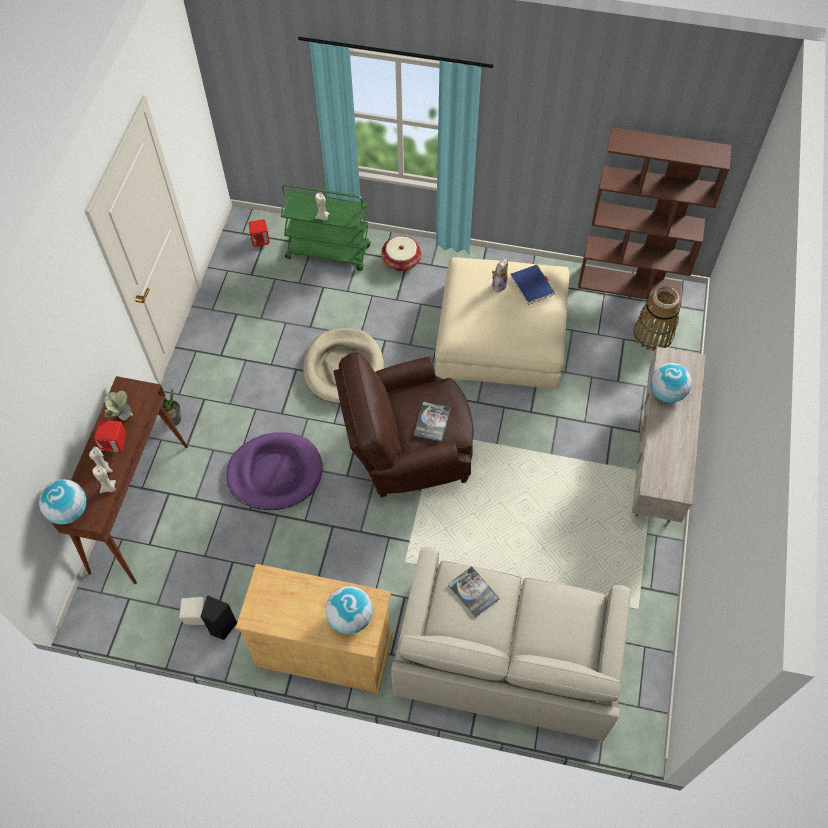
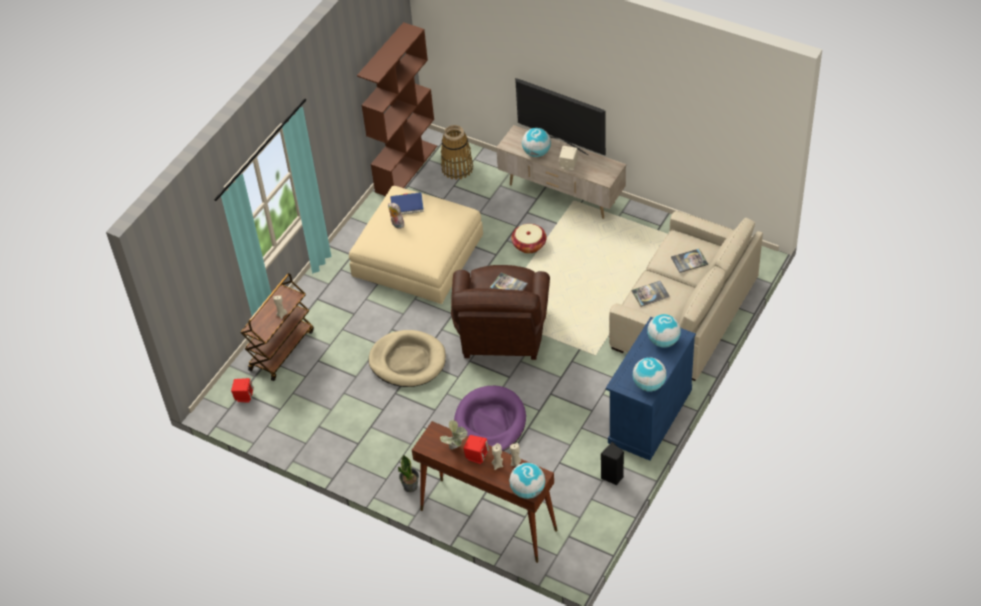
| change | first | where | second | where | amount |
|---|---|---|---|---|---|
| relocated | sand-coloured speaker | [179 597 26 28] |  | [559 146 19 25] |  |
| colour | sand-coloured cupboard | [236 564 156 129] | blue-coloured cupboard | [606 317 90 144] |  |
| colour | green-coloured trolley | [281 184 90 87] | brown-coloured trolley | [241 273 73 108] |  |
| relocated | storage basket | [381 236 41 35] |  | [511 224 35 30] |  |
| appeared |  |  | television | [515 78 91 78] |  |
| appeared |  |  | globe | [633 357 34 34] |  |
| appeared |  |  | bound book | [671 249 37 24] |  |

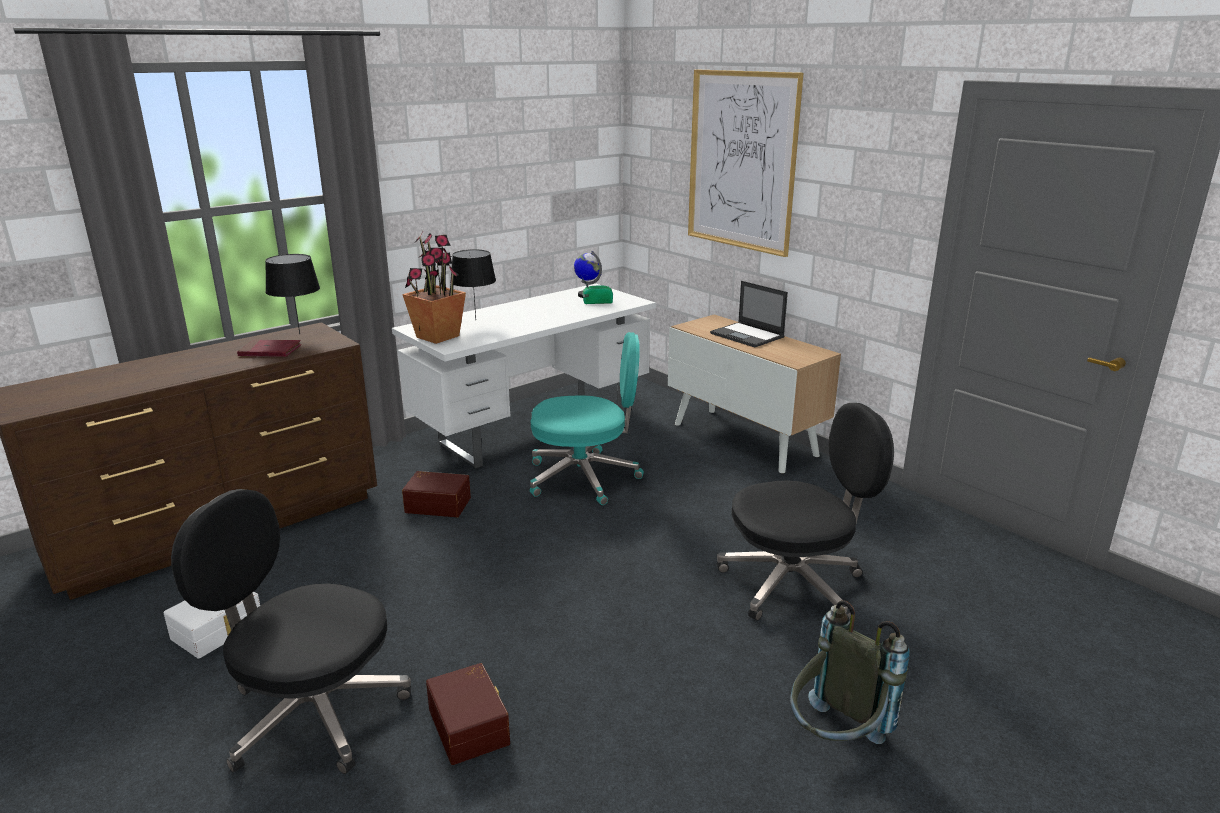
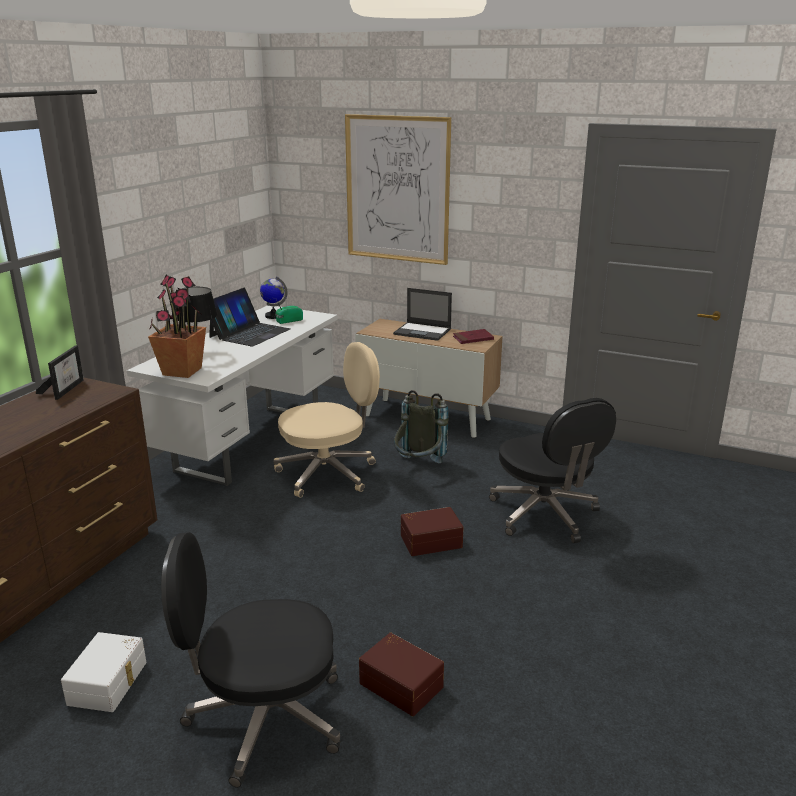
| change | first | where | second | where | amount |
|---|---|---|---|---|---|
| relocated | red bound book | [237 340 65 17] |  | [453 329 41 15] |  |
| exchanged | blackish lamp for a table | [265 254 55 80] | photo frame | [36 346 48 54] |  |
| relocated | brown-coloured storage box | [402 471 69 46] |  | [401 507 62 49] |  |
| colour | turquoise computer chair | [530 332 114 173] | sand-coloured computer chair | [273 342 107 156] |  |
| spun | blackish computer chair | [717 403 177 218] |  | [489 398 127 145] | 105 degrees clockwise |
| relocated | grey backpack | [790 600 120 144] |  | [394 390 55 73] |  |
| appeared |  |  | portable computer | [209 288 81 59] |  |

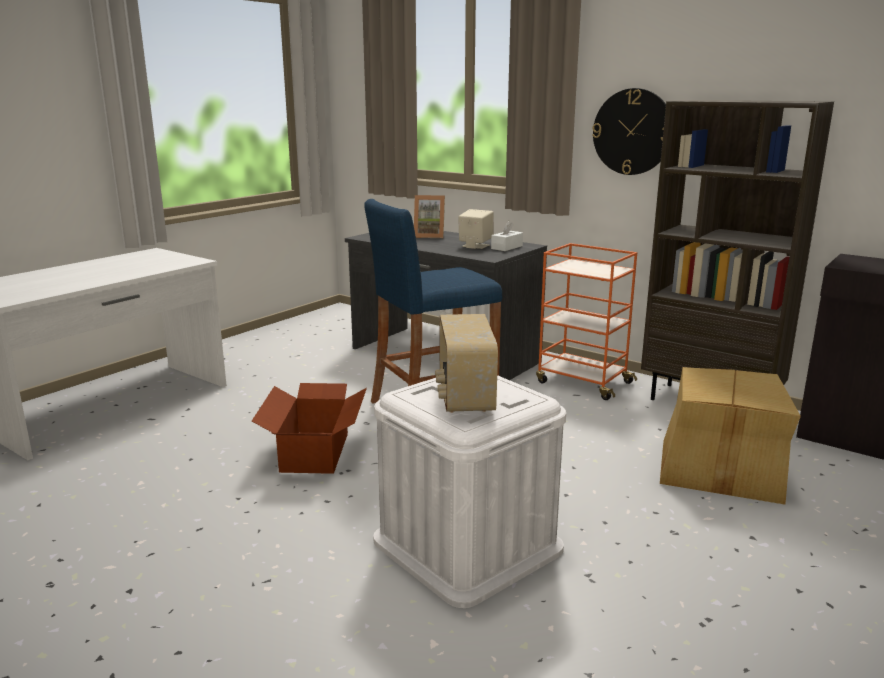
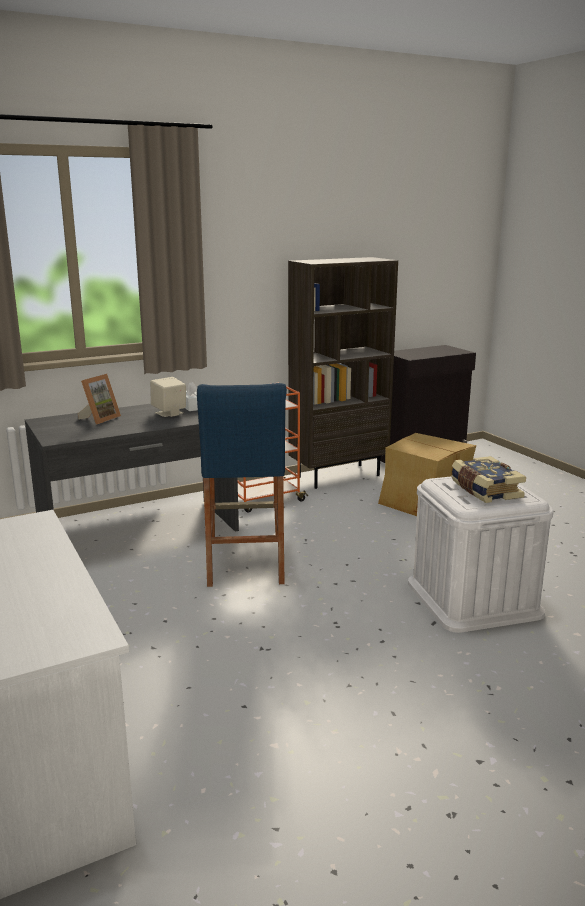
| change | first | where | second | where | amount |
|---|---|---|---|---|---|
| missing | cardboard box | [252 383 115 91] |  |  |  |
| exchanged | radio | [435 314 63 99] | bound book | [451 456 75 47] |  |
| missing | clock on the wall | [592 88 74 87] |  |  |  |

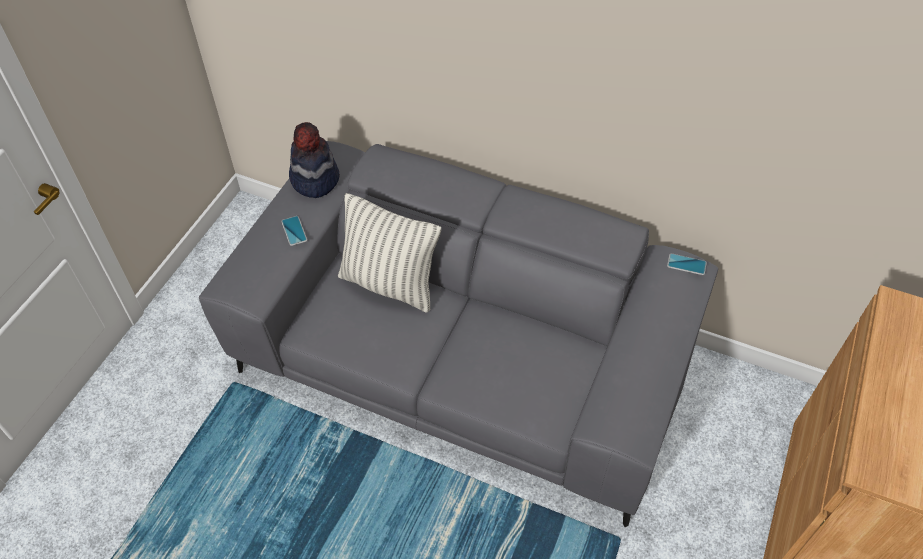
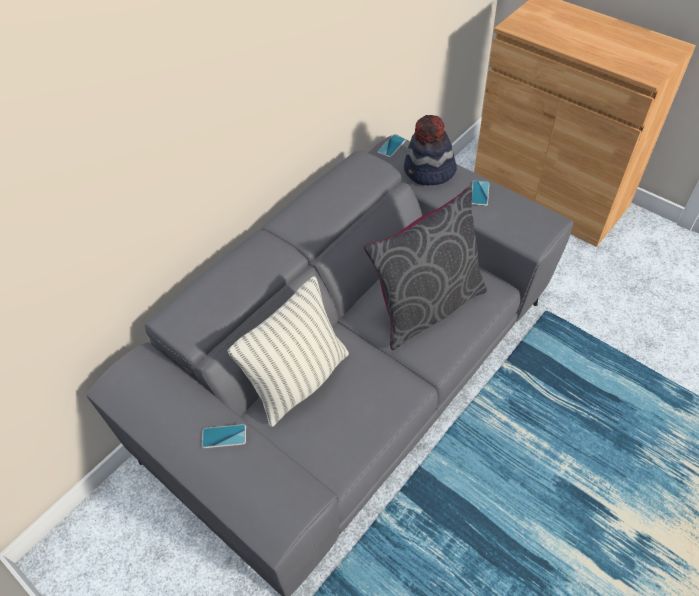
| change | first | where | second | where | amount |
|---|---|---|---|---|---|
| relocated | clothing hat | [289 122 51 76] |  | [404 115 53 70] |  |
| appeared |  |  | grey pillow | [363 187 124 163] |  |
| appeared |  |  | handset | [472 181 17 25] |  |

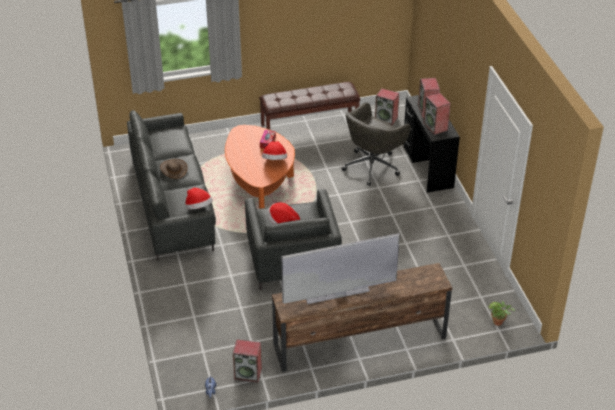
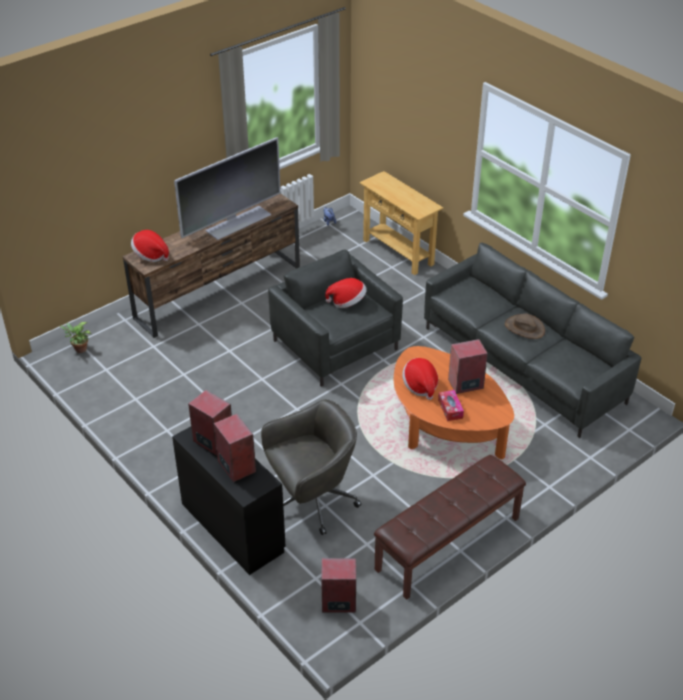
| change | first | where | second | where | amount |
|---|---|---|---|---|---|
| relocated | clothing hat | [185 188 28 21] |  | [131 230 38 32] |  |
| relocated | speaker | [233 340 29 42] |  | [448 339 40 55] |  |
| spun | grey computer chair | [342 102 69 84] |  | [261 399 100 136] | 45 degrees clockwise |
| appeared |  |  | sand-coloured narrow table | [359 171 84 104] |  |

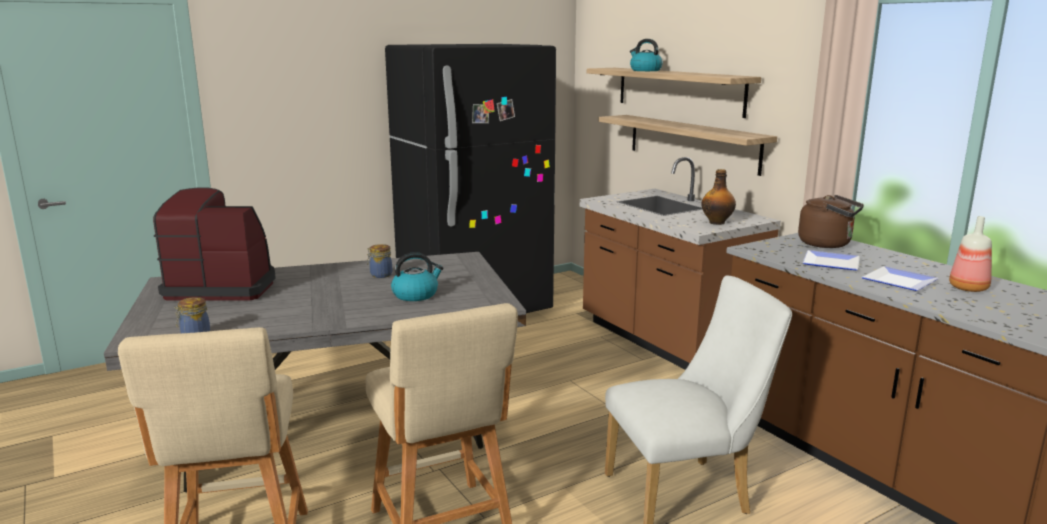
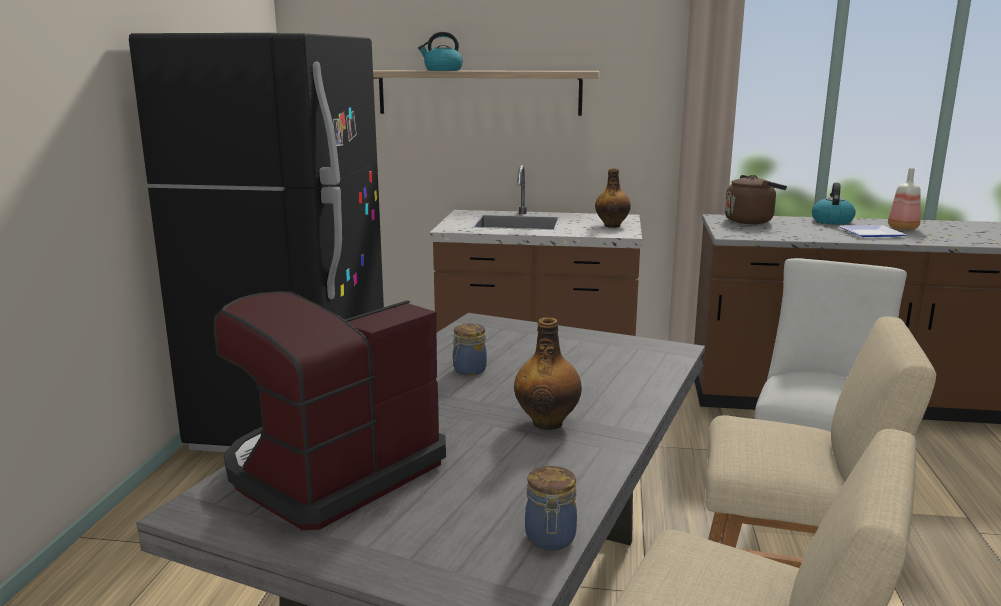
| change | first | where | second | where | amount |
|---|---|---|---|---|---|
| relocated | kettle | [391 252 52 49] |  | [812 183 44 42] |  |
| missing | wall shelf | [599 115 178 61] |  |  |  |
| missing | dinner plate | [803 250 57 20] |  |  |  |
| appeared |  |  | drink bottle | [514 317 68 113] |  |

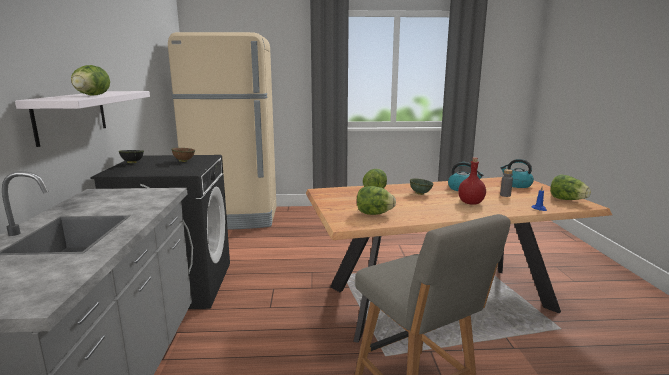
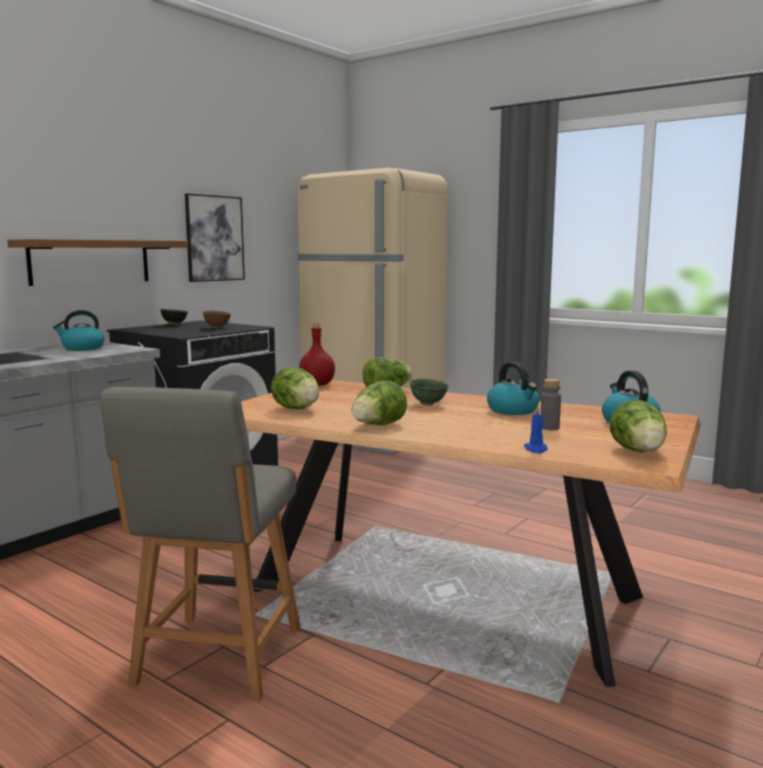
| change | first | where | second | where | amount |
|---|---|---|---|---|---|
| colour | white-coloured wall shelf | [15 91 135 56] | brown-coloured wall shelf | [7 239 181 47] |  |
| relocated | lettuce head | [71 65 39 31] |  | [352 381 55 44] |  |
| relocated | red drink bottle | [458 157 28 48] |  | [299 323 36 63] |  |
| appeared |  |  | kettle | [53 310 51 41] |  |
| appeared |  |  | wall art | [185 193 60 89] |  |

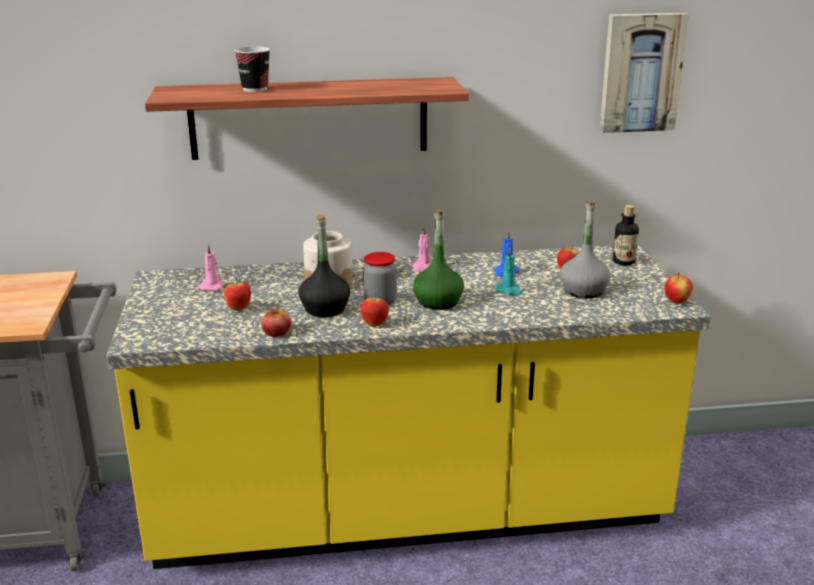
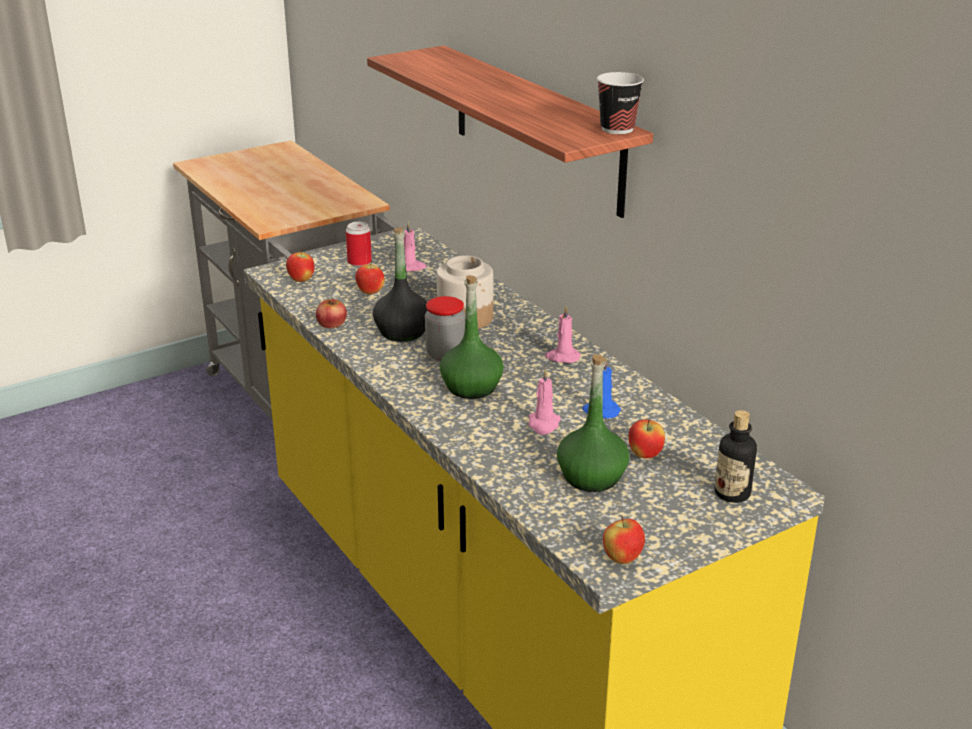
| change | first | where | second | where | amount |
|---|---|---|---|---|---|
| relocated | cup | [234 47 36 45] |  | [597 72 47 62] |  |
| relocated | whole apple | [361 293 28 34] |  | [286 249 28 33] |  |
| colour | turquoise wax light | [495 247 28 48] | pinkish wax light | [529 368 32 67] |  |
| colour | grey drink bottle | [560 200 51 98] | green-coloured drink bottle | [557 354 72 138] |  |
| missing | wall art | [599 13 90 120] |  |  |  |
| appeared |  |  | sealed can | [346 222 26 44] |  |

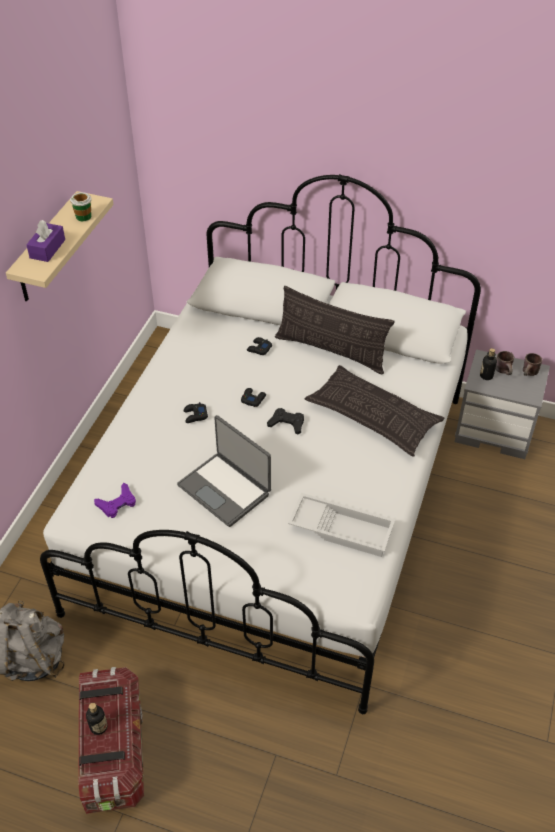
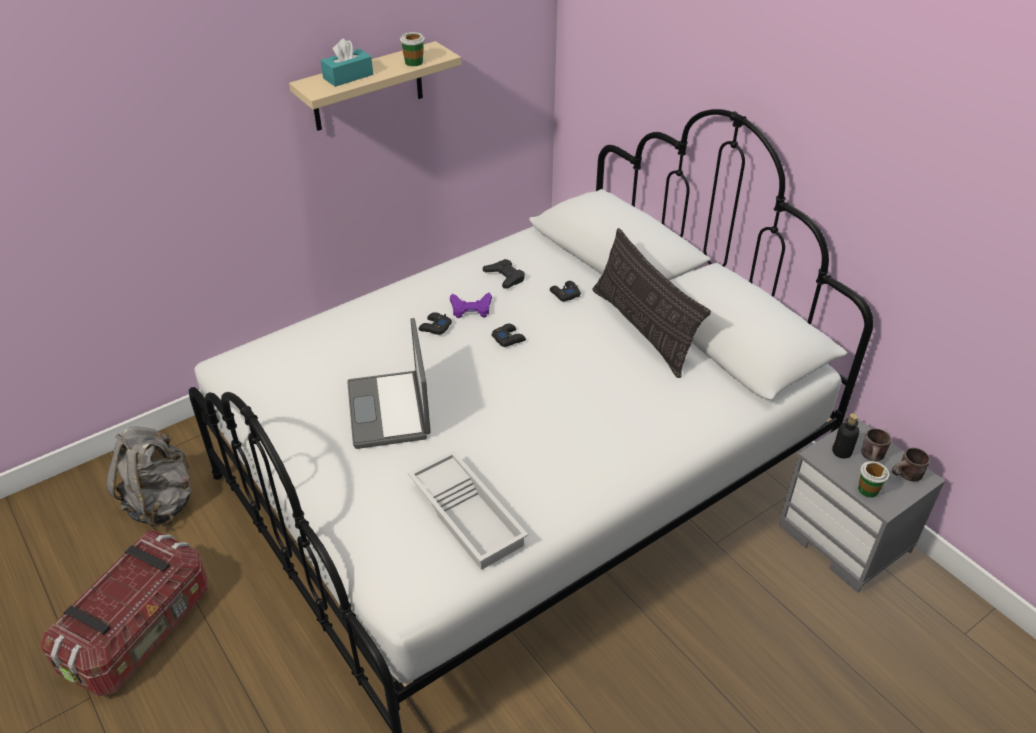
| change | first | where | second | where | amount |
|---|---|---|---|---|---|
| colour | purple-coloured tissue box | [26 220 39 42] | turquoise tissue box | [320 39 53 48] |  |
| missing | drink bottle | [86 703 22 32] |  |  |  |
| relocated | purple-coloured joypad | [94 483 42 35] |  | [450 293 42 25] |  |
| relocated | blackish joypad | [267 408 37 26] |  | [483 259 42 30] |  |
| missing | pillow | [305 365 139 92] |  |  |  |
| appeared |  |  | cup | [858 461 31 37] |  |

